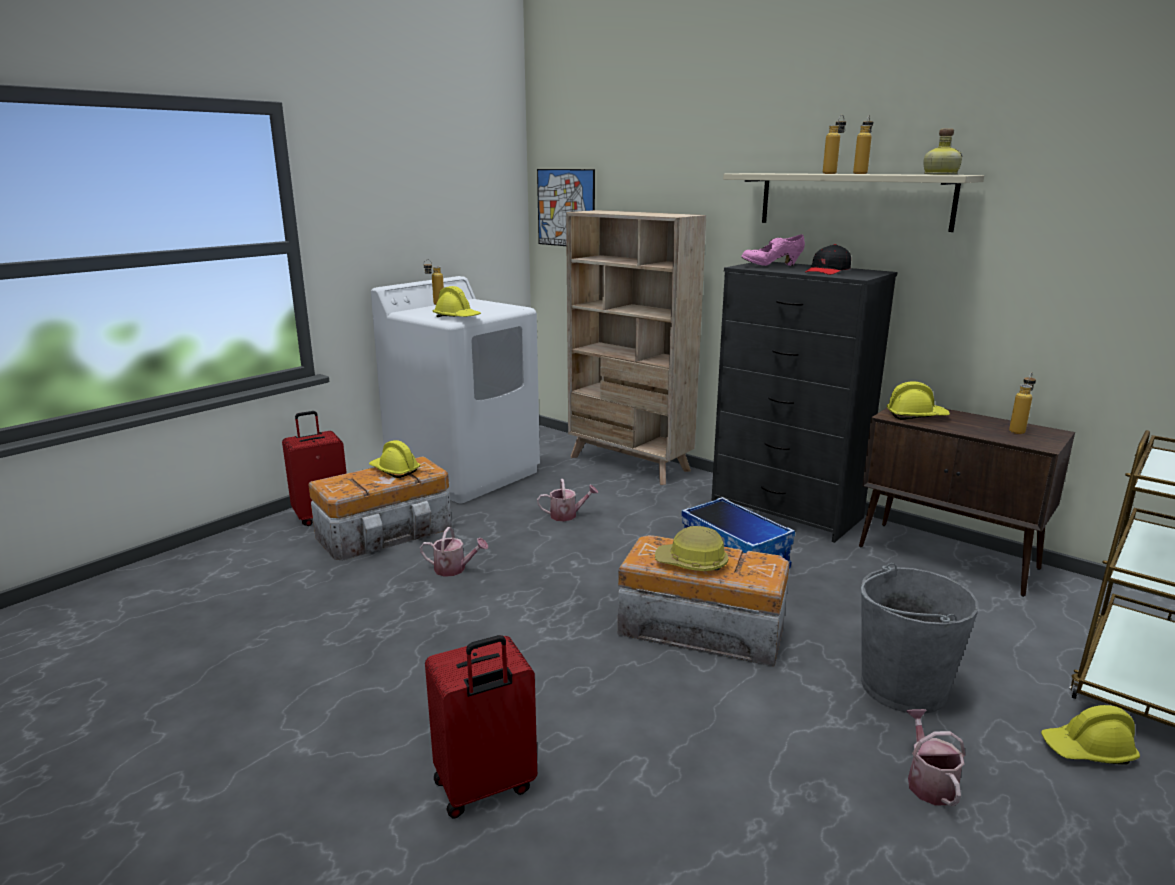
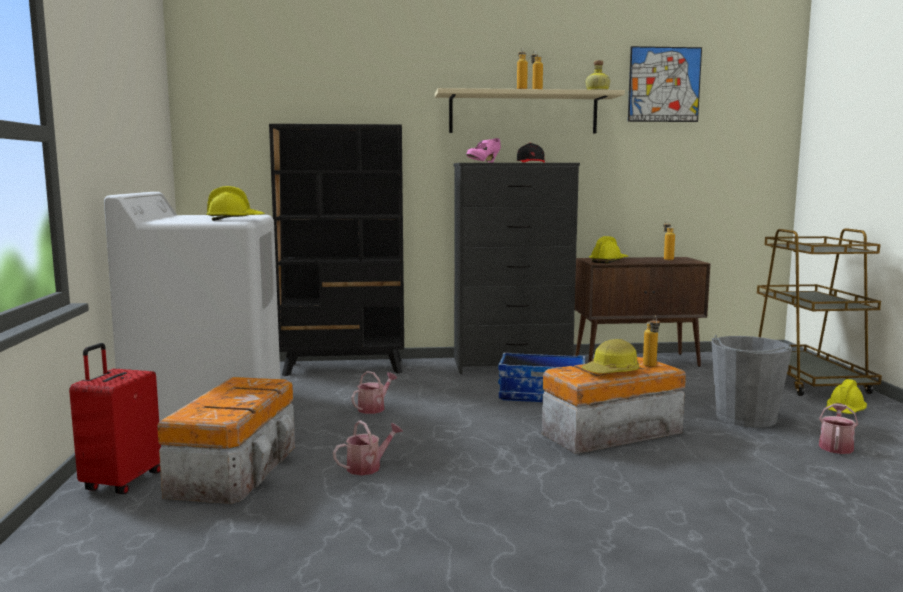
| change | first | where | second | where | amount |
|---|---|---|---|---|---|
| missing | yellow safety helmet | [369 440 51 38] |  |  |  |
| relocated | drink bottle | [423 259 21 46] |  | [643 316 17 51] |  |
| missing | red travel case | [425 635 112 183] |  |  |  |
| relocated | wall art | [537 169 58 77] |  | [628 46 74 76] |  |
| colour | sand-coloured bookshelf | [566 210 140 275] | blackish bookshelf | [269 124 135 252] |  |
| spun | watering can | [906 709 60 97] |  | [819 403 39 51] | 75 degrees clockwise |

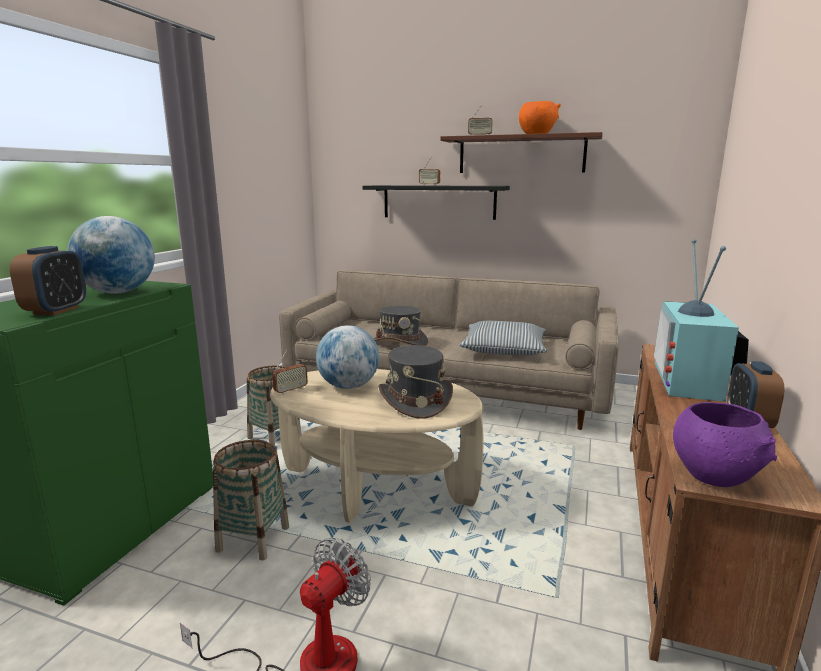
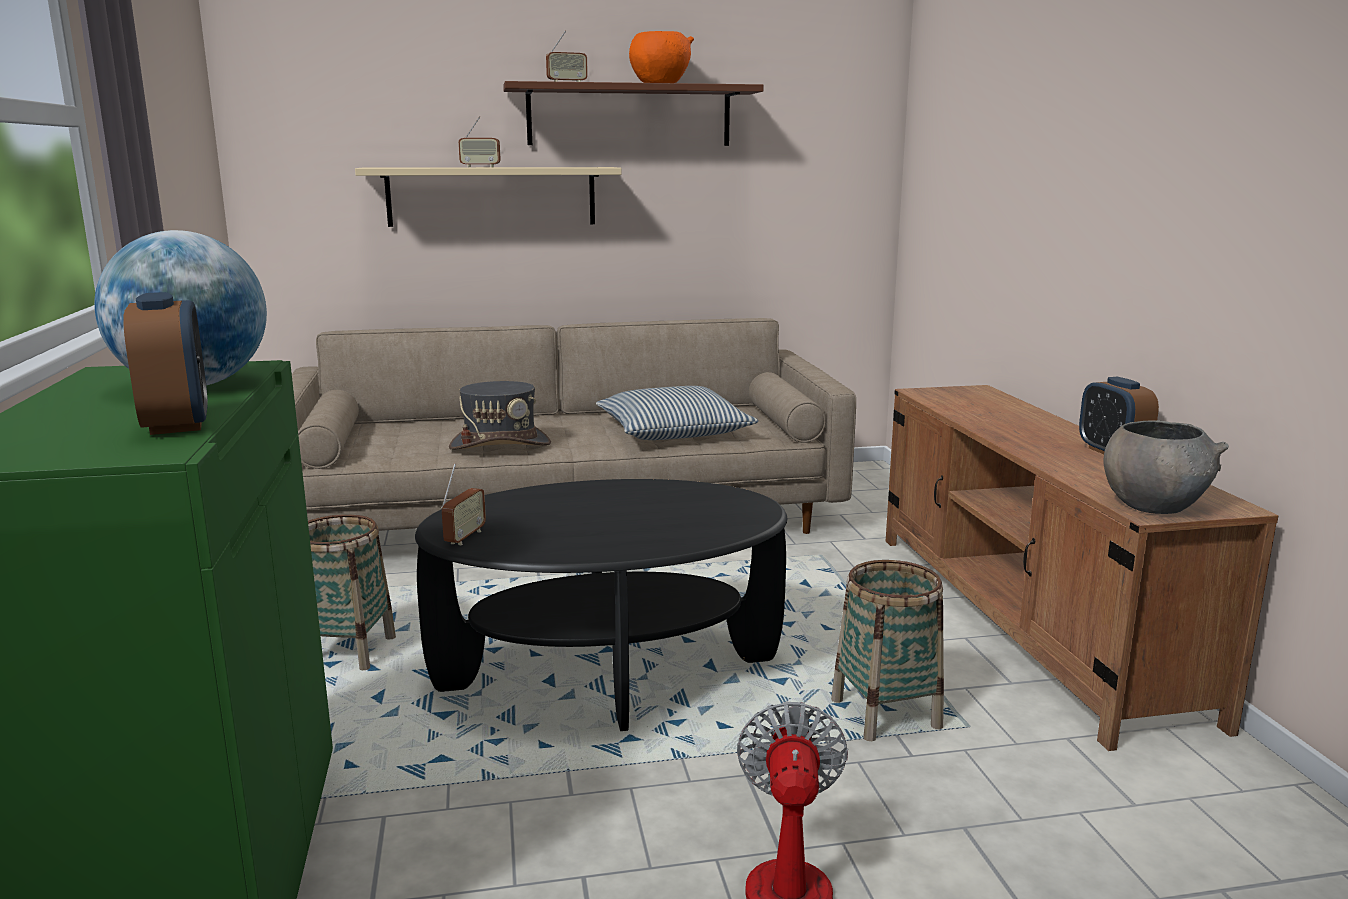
| change | first | where | second | where | amount |
|---|---|---|---|---|---|
| relocated | storage basket | [213 440 76 120] |  | [831 560 113 181] |  |
| colour | sand-coloured coffee table | [270 369 214 154] | blackish coffee table | [415 479 372 252] |  |
| missing | globe | [316 325 63 64] |  |  |  |
| colour | blackish wall shelf | [362 185 148 35] | sand-coloured wall shelf | [355 167 267 60] |  |
| missing | grey clothing hat | [378 345 75 74] |  |  |  |
| missing | television | [654 239 95 163] |  |  |  |
| colour | purple-coloured bowl | [673 402 104 85] | grey bowl | [1104 420 125 94] |  |

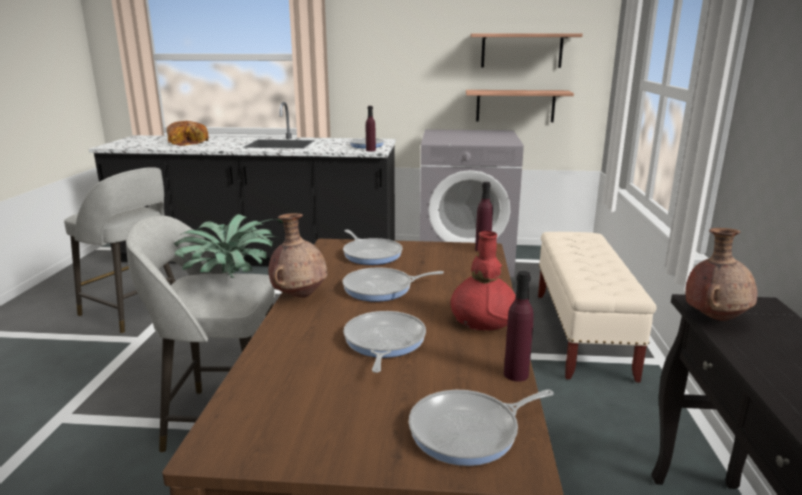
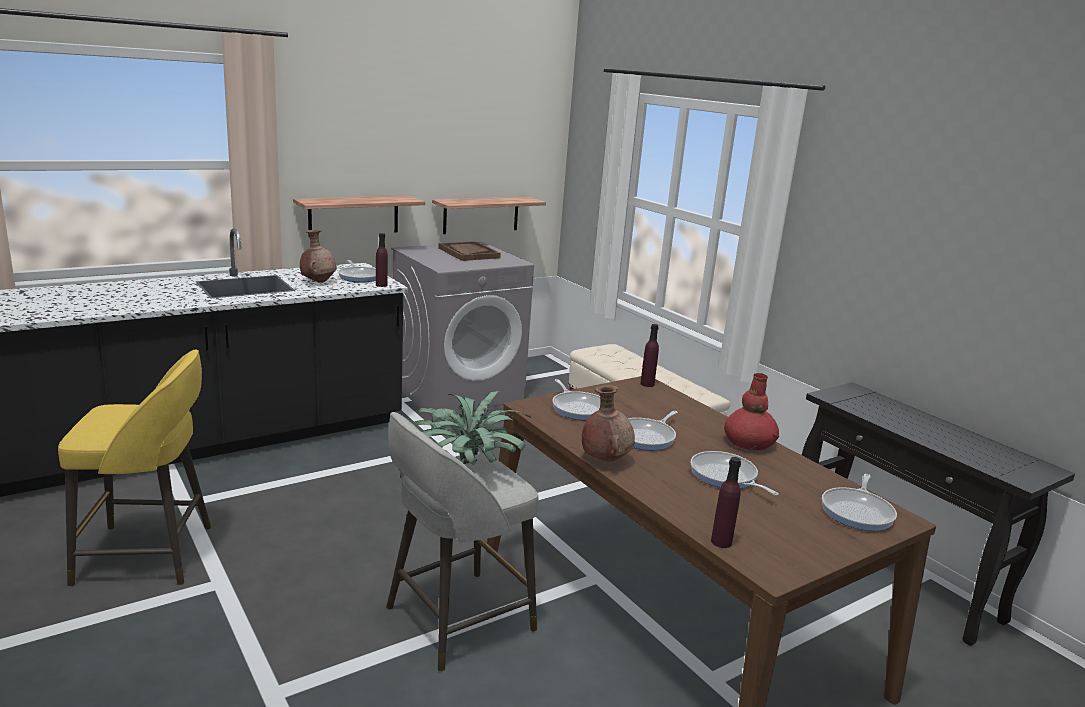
| change | first | where | second | where | amount |
|---|---|---|---|---|---|
| colour | grey stool | [64 167 111 166] | yellow stool | [58 349 153 238] |  |
| missing | bread | [167 121 42 25] |  |  |  |
| spun | skillet | [343 230 59 35] |  | [552 379 49 41] | 45 degrees clockwise |
| relocated | wall shelf | [470 33 113 35] |  | [293 196 132 41] |  |
| relocated | purple-coloured drink bottle | [504 271 30 111] |  | [711 457 30 91] |  |
| relocated | brown-coloured vase | [685 228 72 93] |  | [300 230 37 53] |  |
| appeared |  |  | brown-coloured carrying tray | [438 241 63 20] |  |

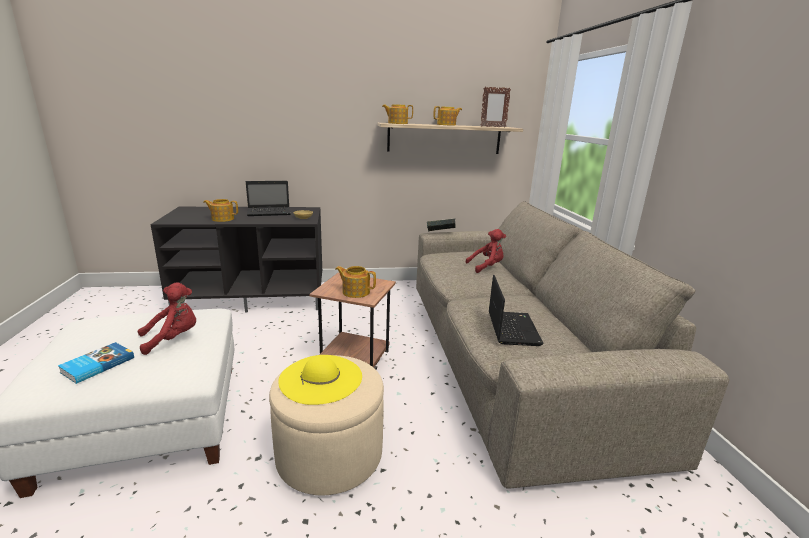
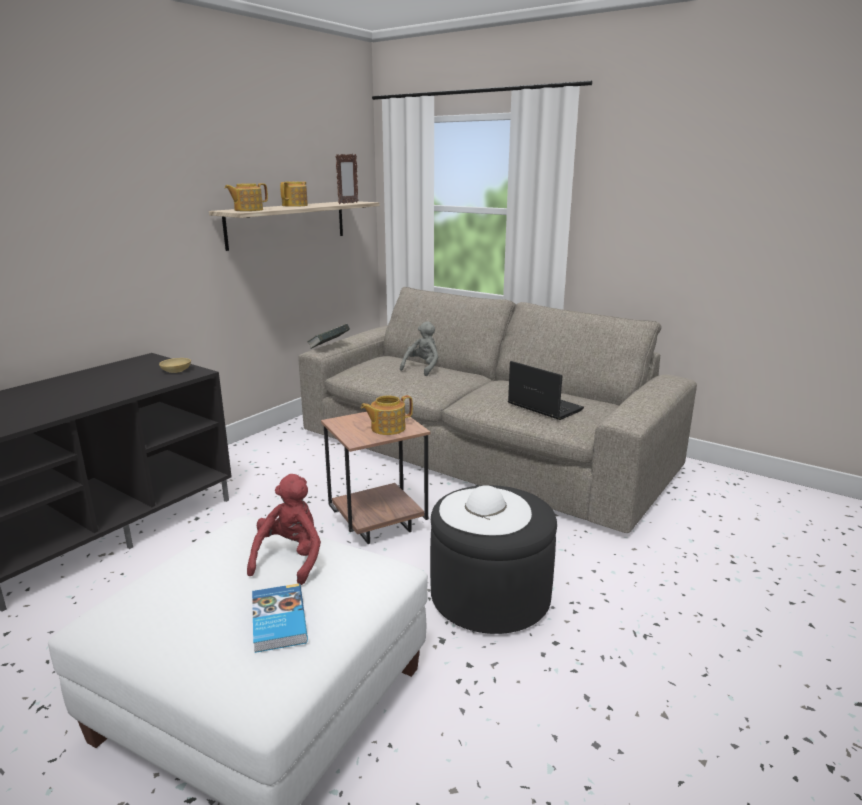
| change | first | where | second | where | amount |
|---|---|---|---|---|---|
| missing | tea pot | [203 199 35 23] |  |  |  |
| missing | portable computer | [246 181 45 35] |  |  |  |
| colour | sand-coloured footrest | [269 355 115 141] | blackish footrest | [430 485 127 149] |  |
| colour | yellow clothing hat | [278 355 84 50] | white-coloured clothing hat | [439 485 93 50] |  |
| colour | red plush toy | [465 229 41 44] | grey plush toy | [400 321 38 55] |  |

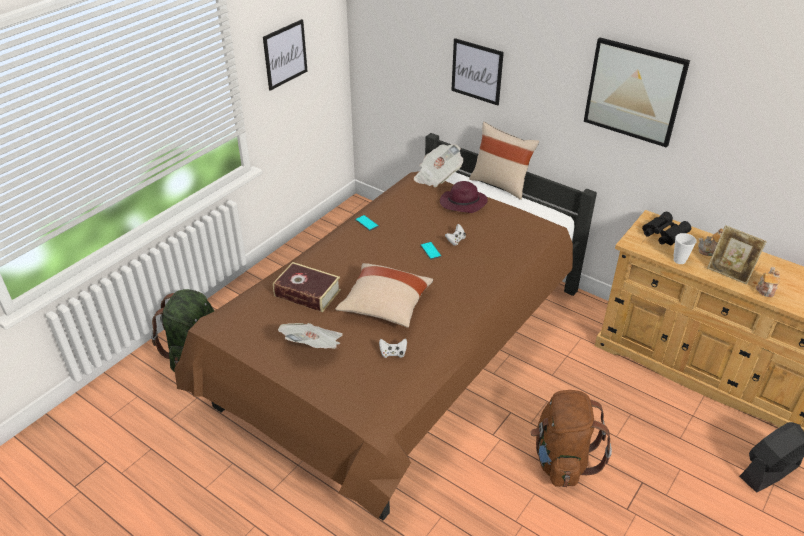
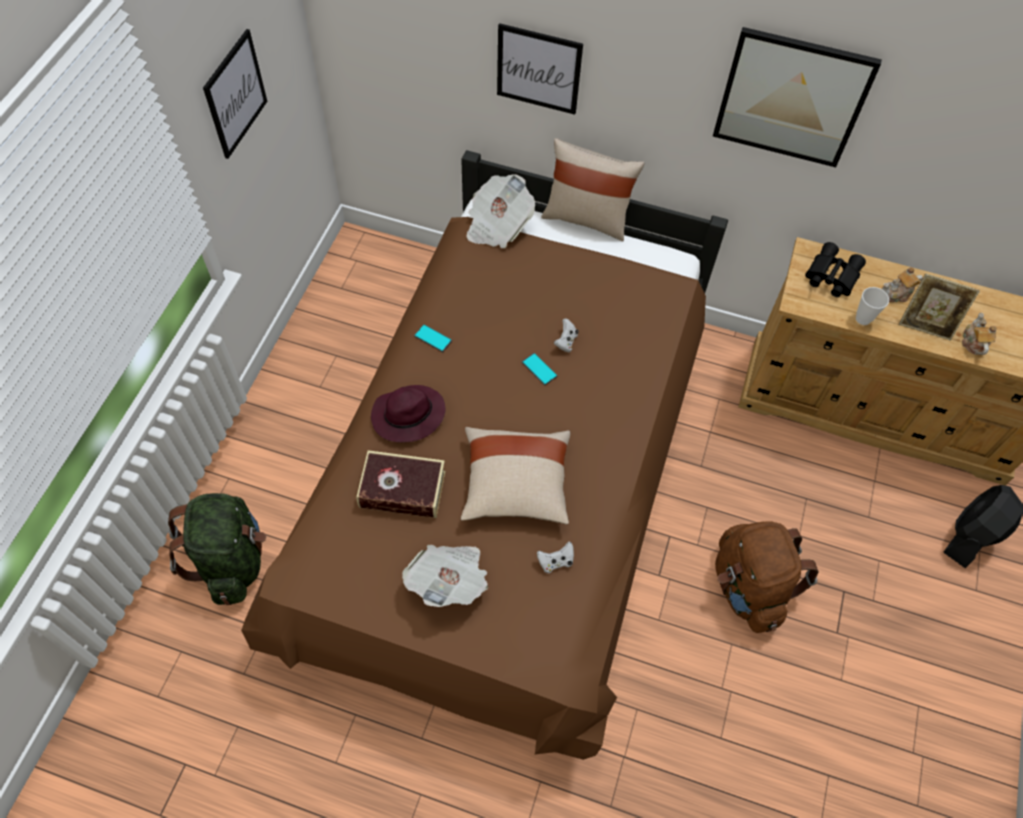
| change | first | where | second | where | amount |
|---|---|---|---|---|---|
| relocated | purple-coloured clothing hat | [440 181 48 32] |  | [371 385 75 57] |  |

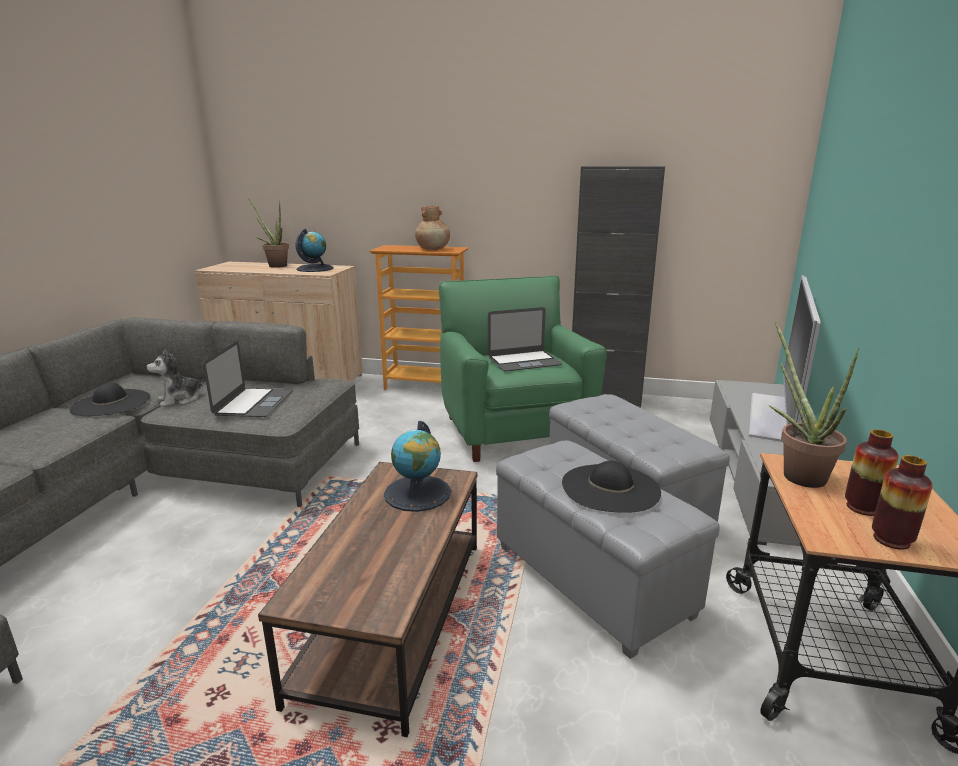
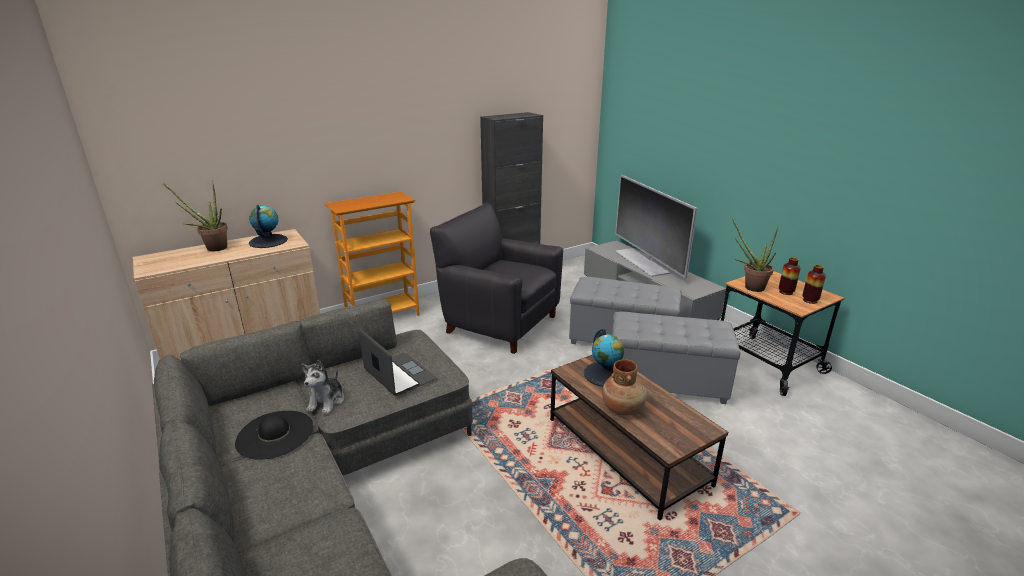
| change | first | where | second | where | amount |
|---|---|---|---|---|---|
| relocated | brown-coloured vase | [415 206 35 44] |  | [602 359 45 57] |  |
| colour | green-coloured lounge chair | [439 276 168 186] | blackish lounge chair | [430 203 133 151] |  |
| missing | portable computer | [488 307 75 64] |  |  |  |
| missing | blackish clothing hat | [562 461 99 52] |  |  |  |

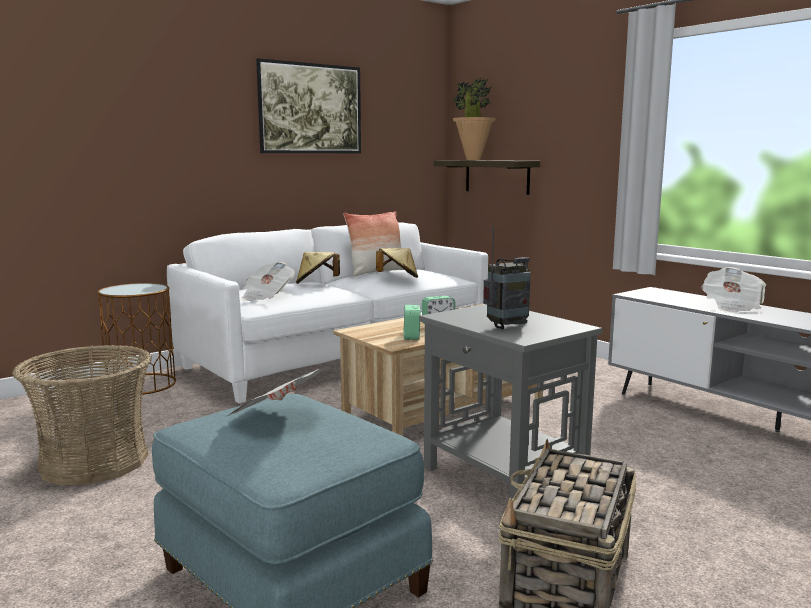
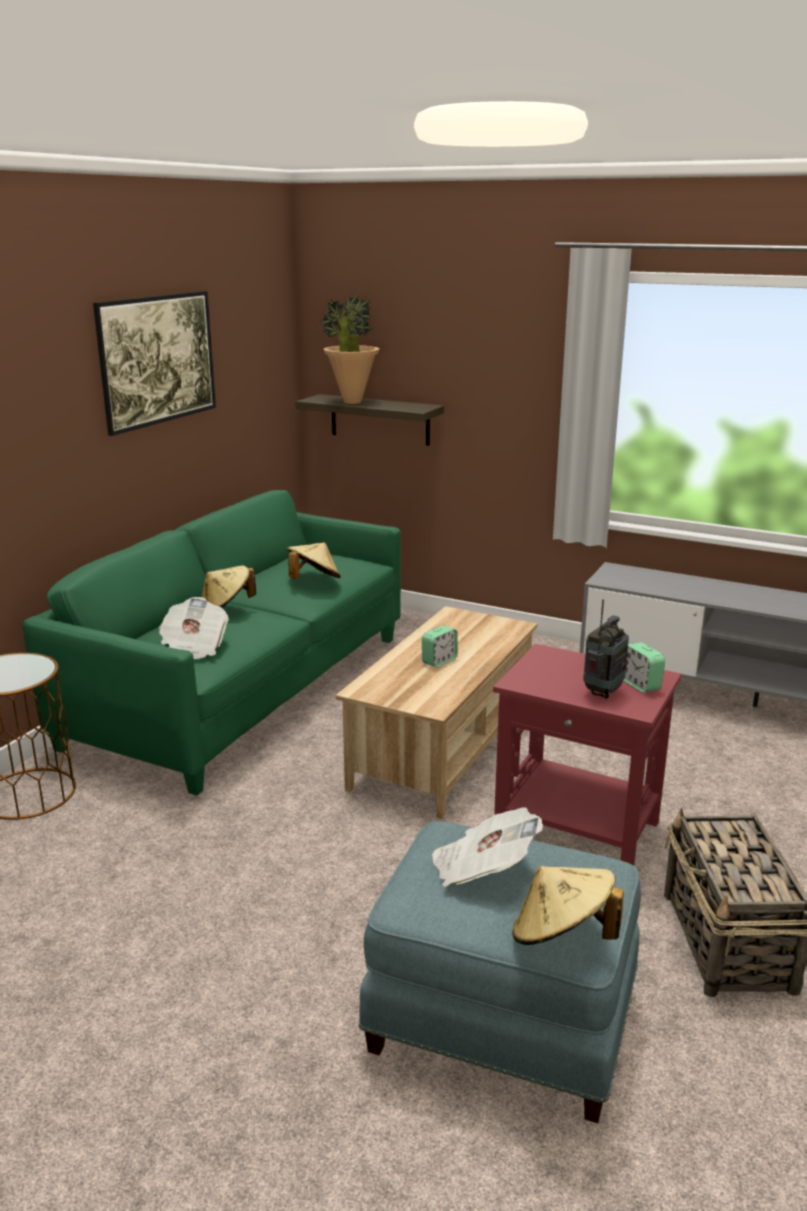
| change | first | where | second | where | amount |
|---|---|---|---|---|---|
| missing | storage basket | [12 345 140 140] |  |  |  |
| colour | white-coloured sofa | [167 222 321 181] | green-coloured sofa | [22 490 379 306] |  |
| missing | pillow | [343 211 61 66] |  |  |  |
| relocated | alarm clock | [404 305 17 35] |  | [623 642 42 51] |  |
| colour | grey side table | [419 304 183 197] | red side table | [493 644 188 222] |  |
| missing | newspaper | [701 267 65 46] |  |  |  |
| appeared |  |  | sand-coloured clothing hat | [512 866 112 79] |  |

